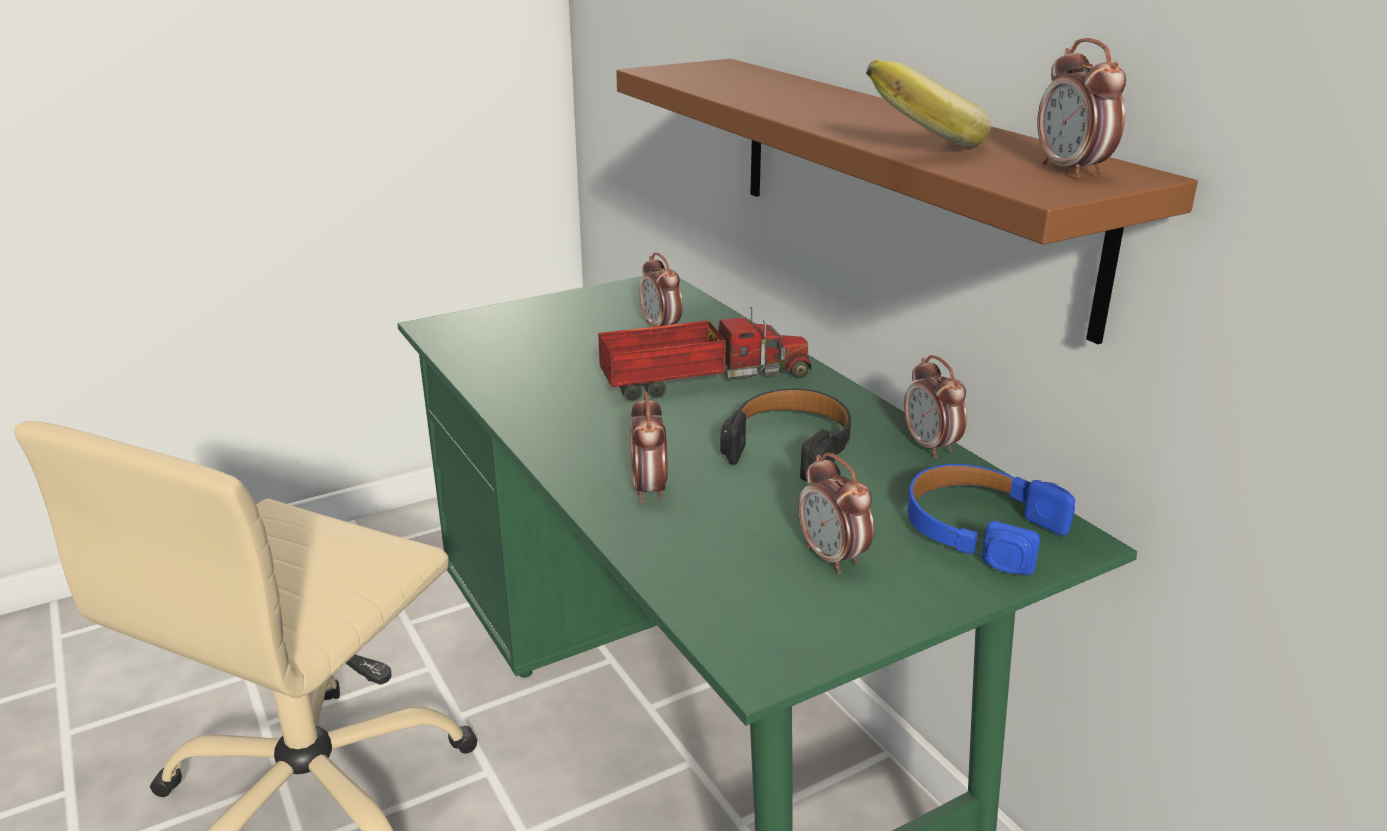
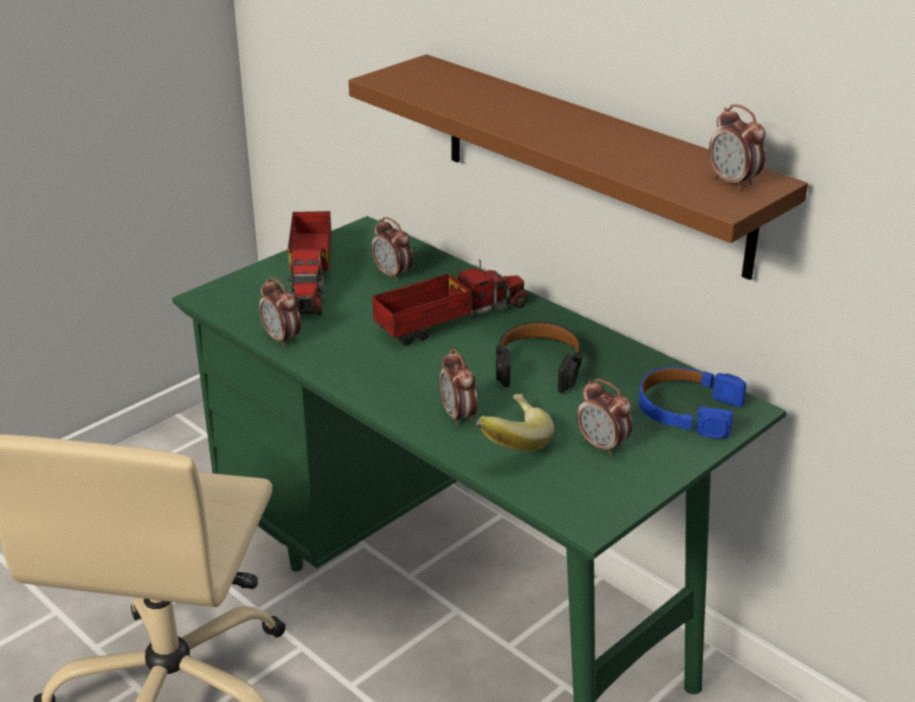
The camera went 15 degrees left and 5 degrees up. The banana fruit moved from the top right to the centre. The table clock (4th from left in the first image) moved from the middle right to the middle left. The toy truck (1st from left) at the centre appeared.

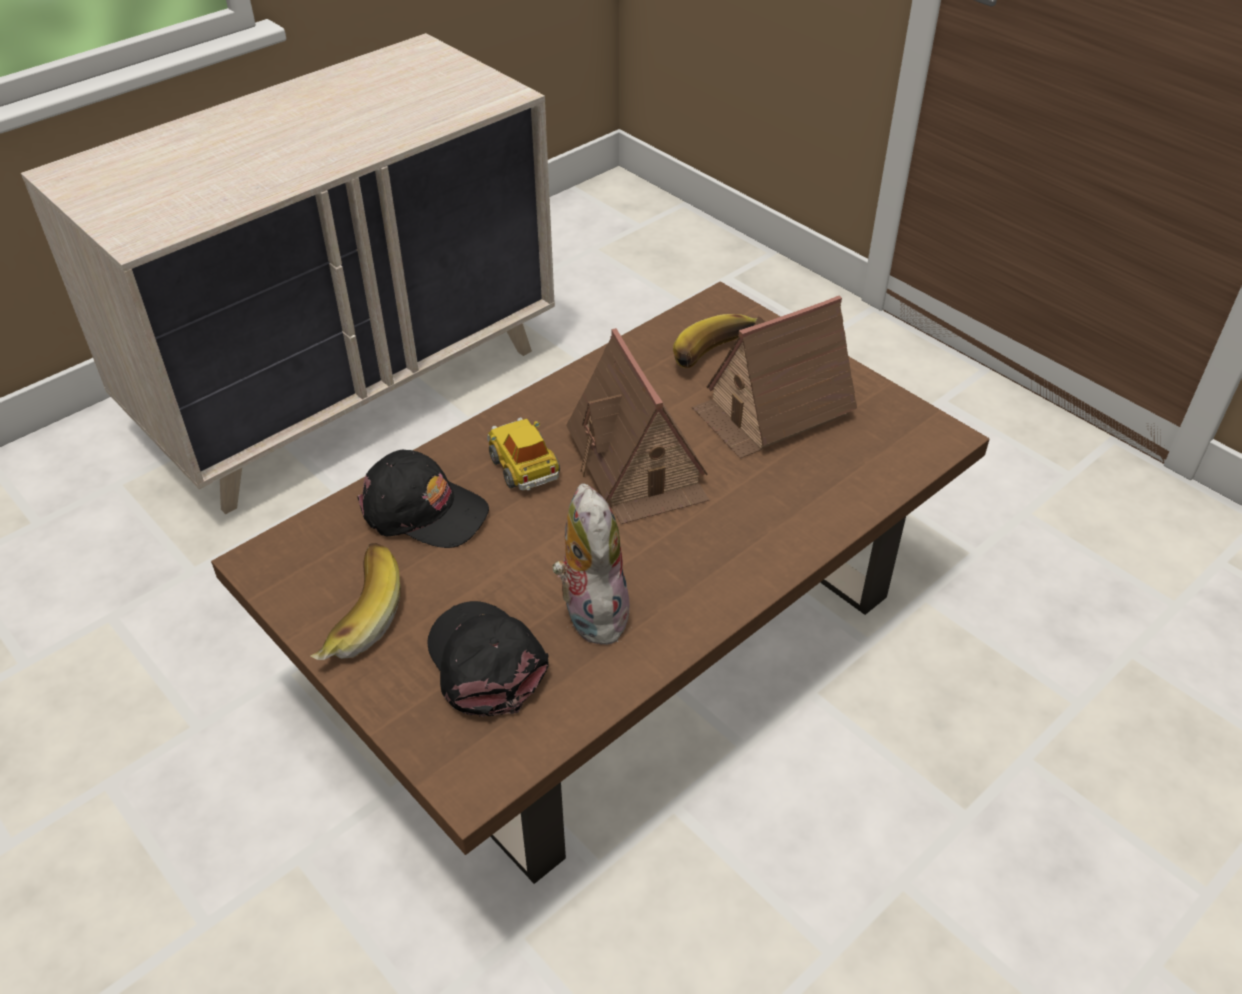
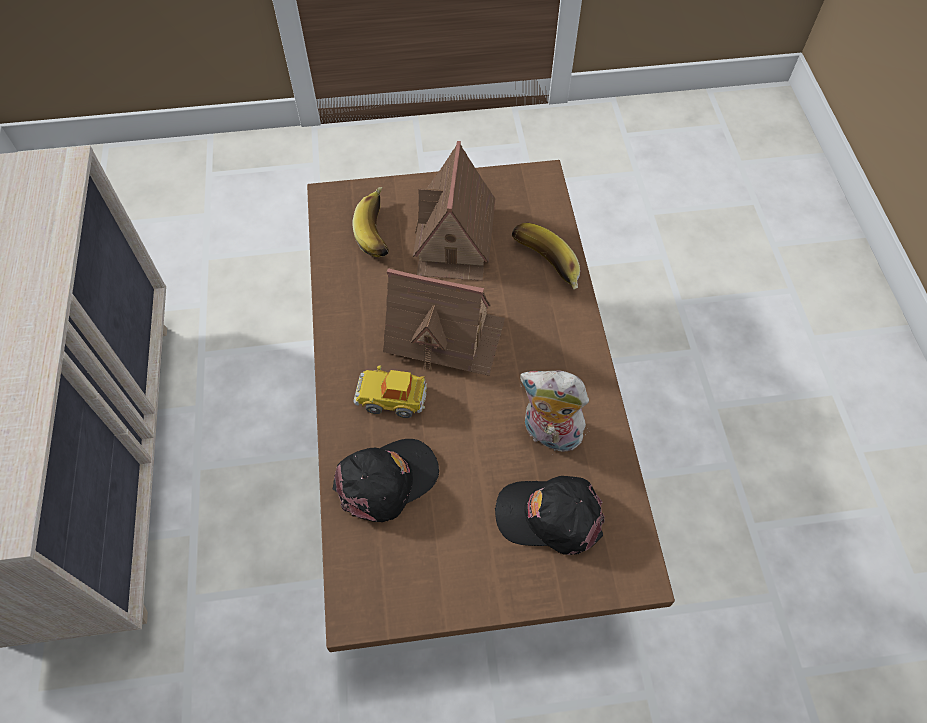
The camera went 55 degrees left and 15 degrees up. The banana fruit (1st from left in the first image) moved from the middle left to the centre.

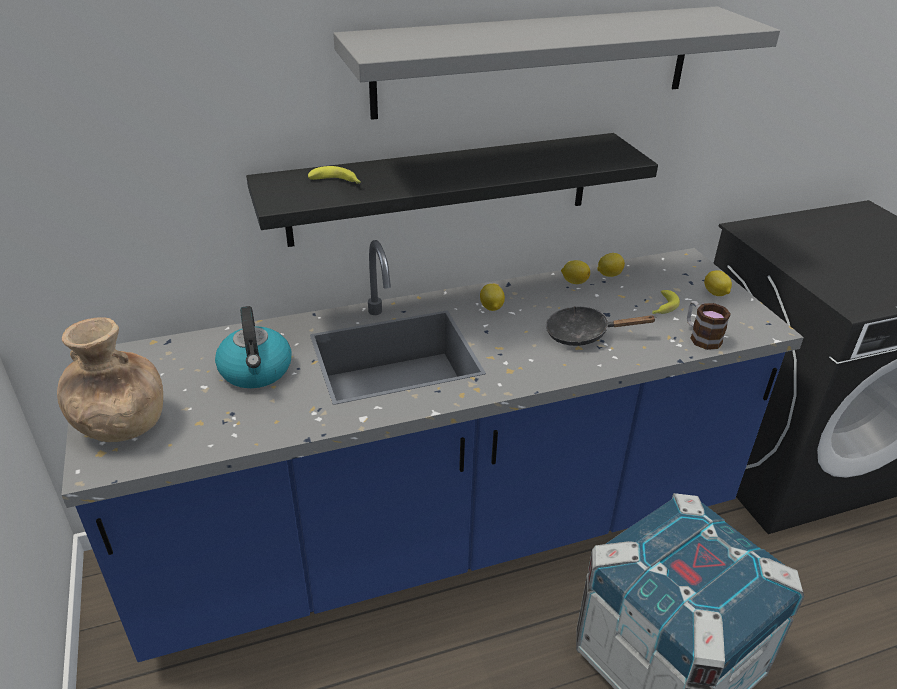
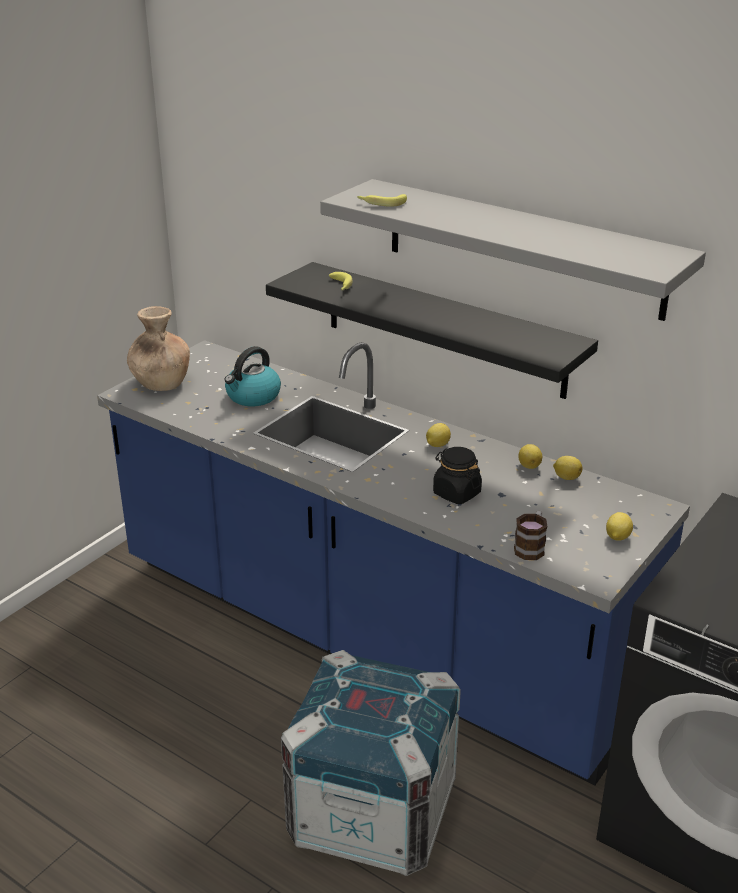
The camera went 55 degrees right and 5 degrees down. The frying pan/black at the middle right was replaced by the preserve jar/black at the centre. The banana fruit (2nd from left) moved from the middle right to the top centre.

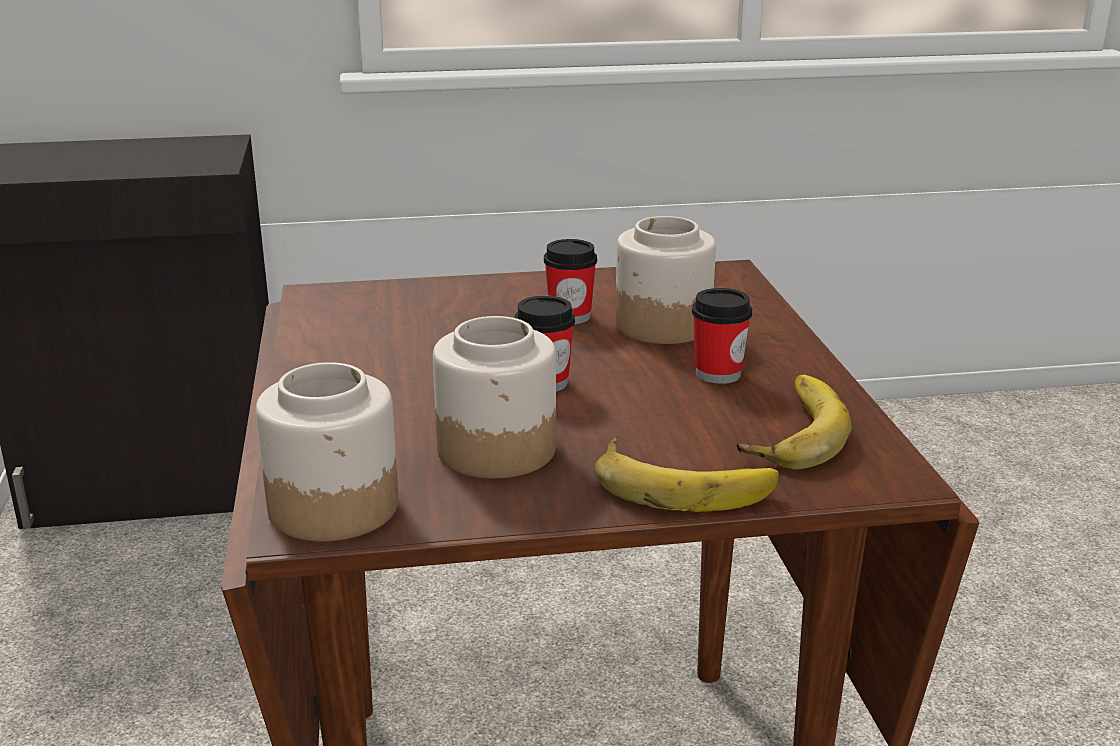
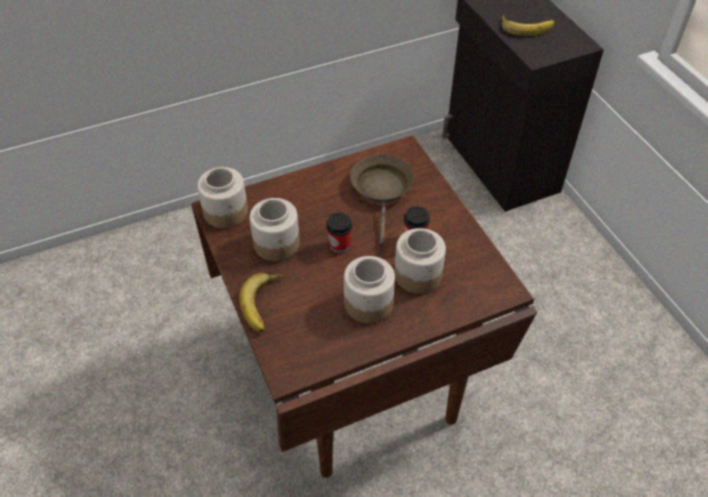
The camera went 75 degrees right and 25 degrees up. The small cup (3rd from left) at the centre was replaced by the preserve jar (3rd from left) at the centre. The banana fruit (2nd from left) moved from the middle right to the top right. The frying pan/brownish at the centre appeared.

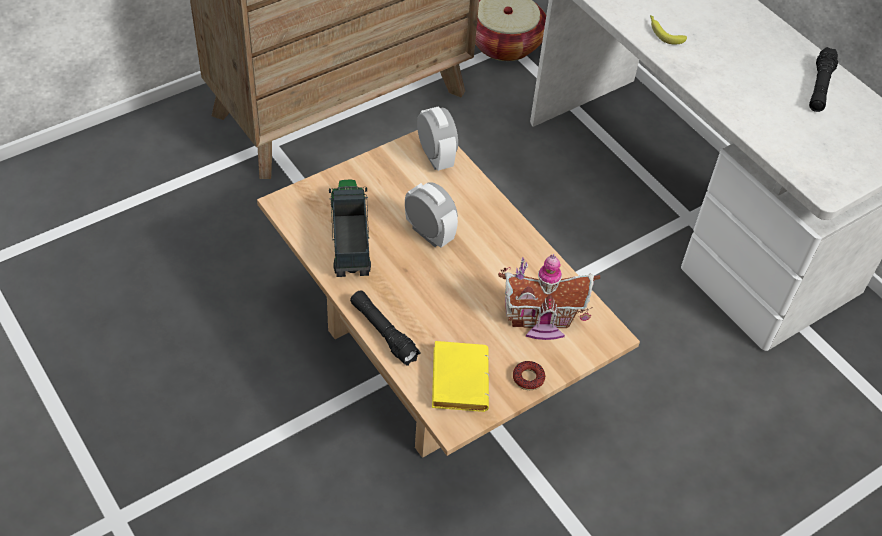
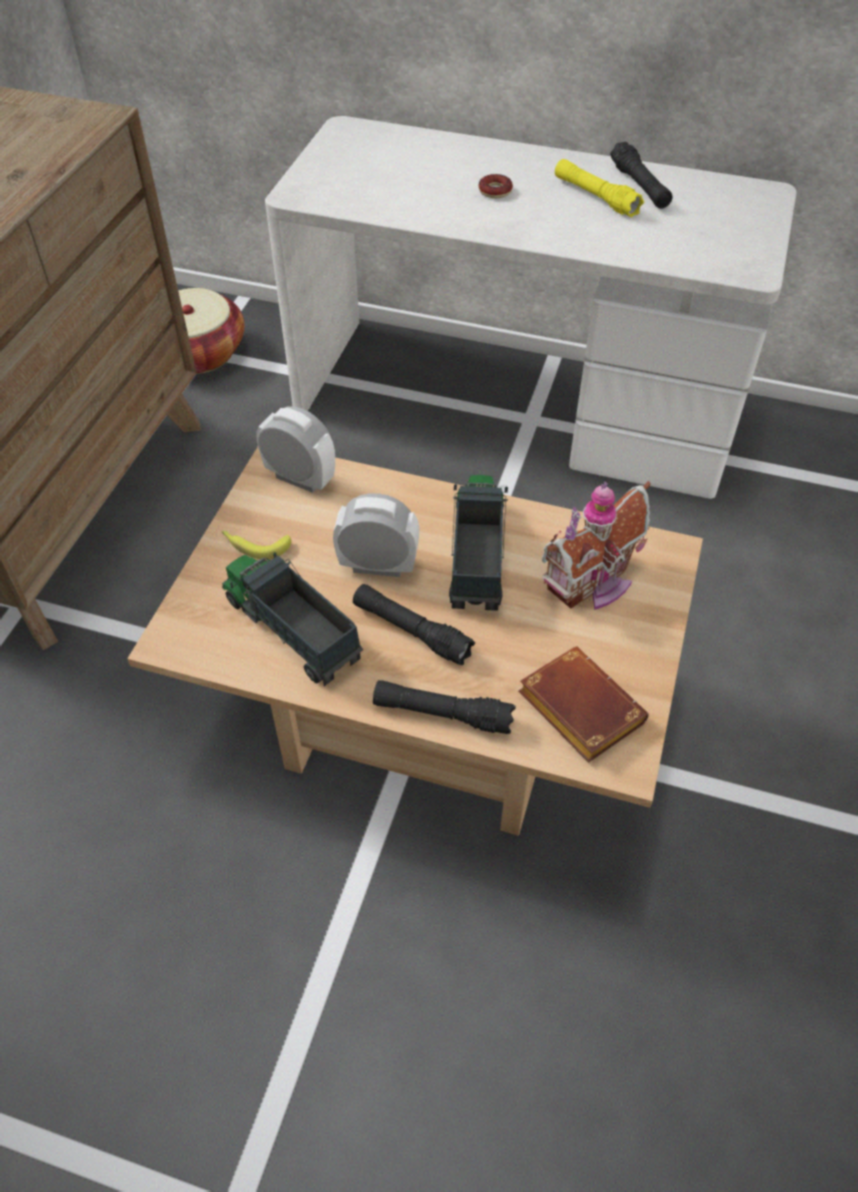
The camera went 35 degrees left and 0 degrees up. The volume/yellowish at the bottom centre became the volume/brownish at the middle right. The doughnut moved from the bottom centre to the top centre. The banana fruit moved from the top right to the middle left. The torch/black (1st from left) at the centre appeared. The toy truck (2nd from left) at the centre appeared. The torch/yellowish at the top right appeared.

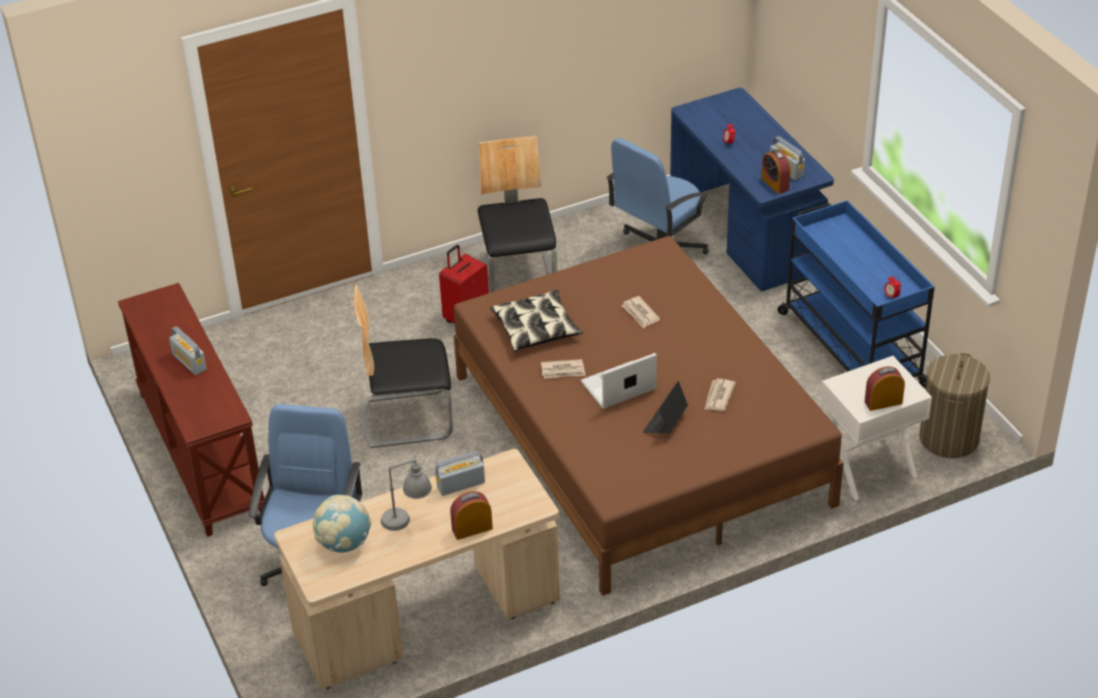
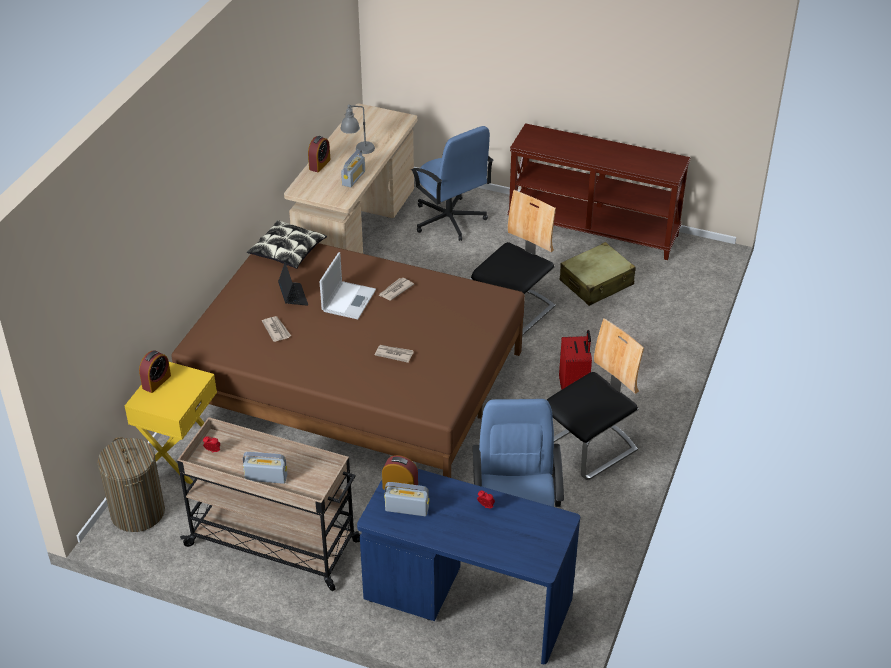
The camera went 135 degrees right and 0 degrees up. The radio (1st from left) moved from the middle left to the bottom left. The world globe at the bottom left disappeared. The upright chair (2nd from left) at the top centre turned 75 degrees counterclockwise. The cushion moved from the centre to the middle left. The trolley/bluish at the middle right became the trolley/beige at the bottom left. The nightstand/white at the middle right became the nightstand/yellowish at the middle left. The suitcase/beige at the middle right appeared.

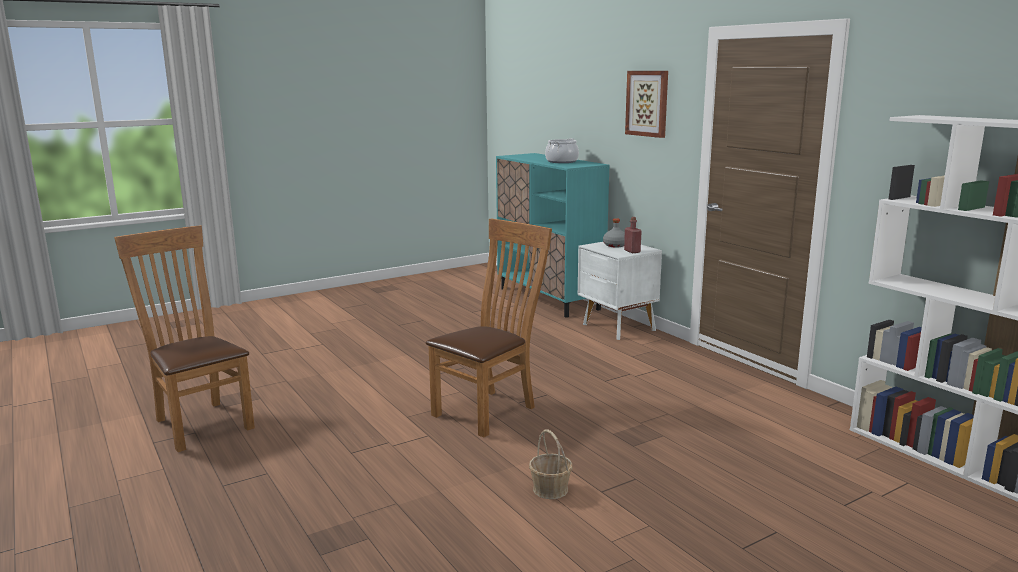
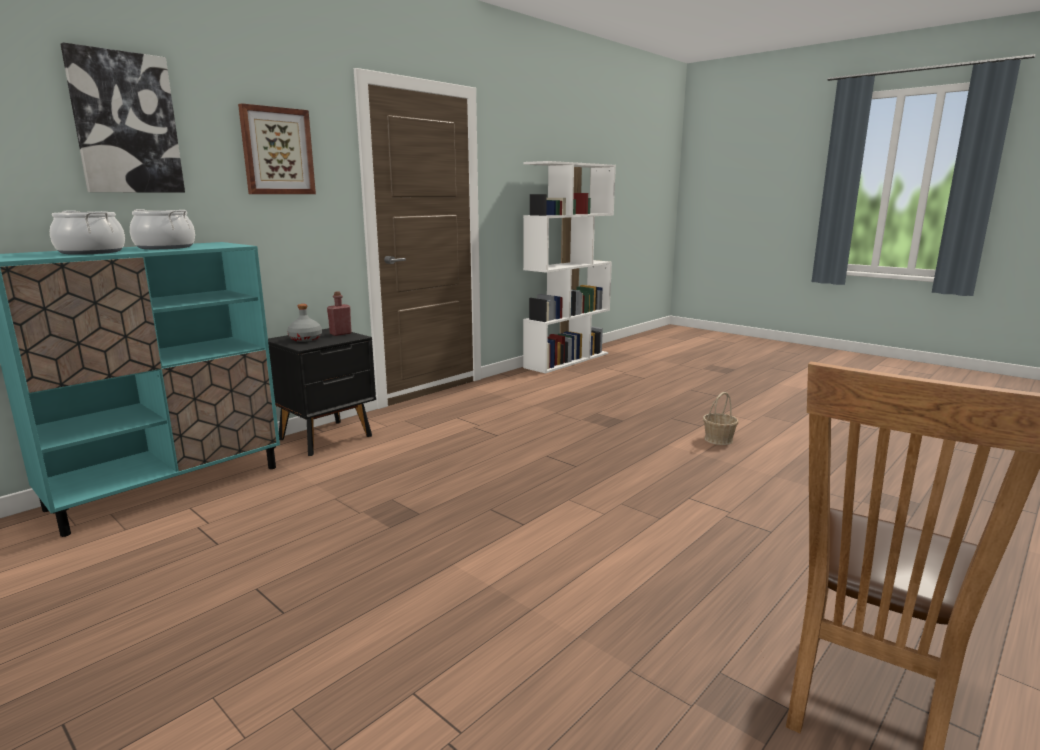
The camera went 105 degrees left and 0 degrees up. The upright chair/brownish (2nd from left) at the centre disappeared. The nightstand/white at the centre became the nightstand/black at the middle left. The stockpot (1st from left) at the top left appeared. The picture (1st from left) at the top left appeared.

